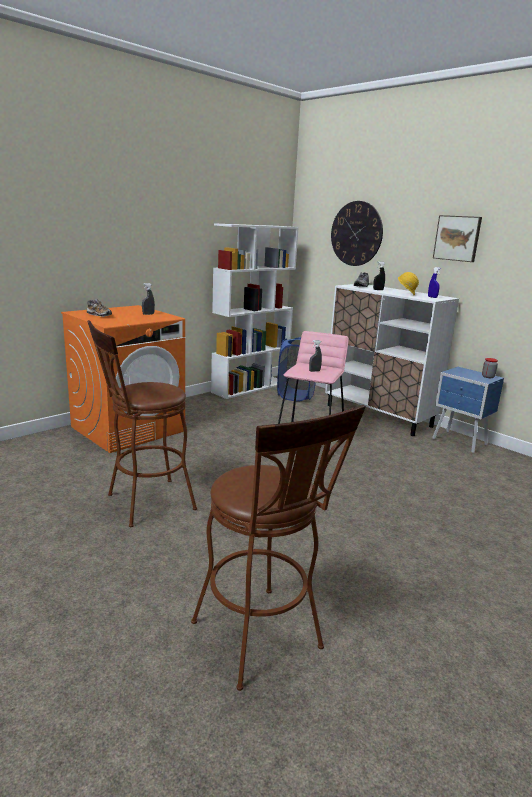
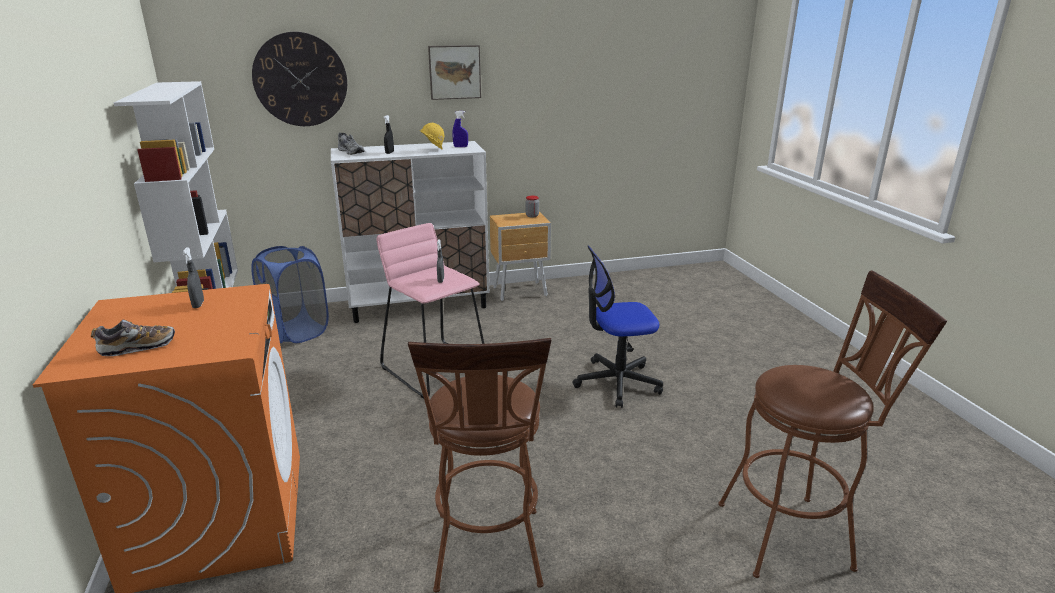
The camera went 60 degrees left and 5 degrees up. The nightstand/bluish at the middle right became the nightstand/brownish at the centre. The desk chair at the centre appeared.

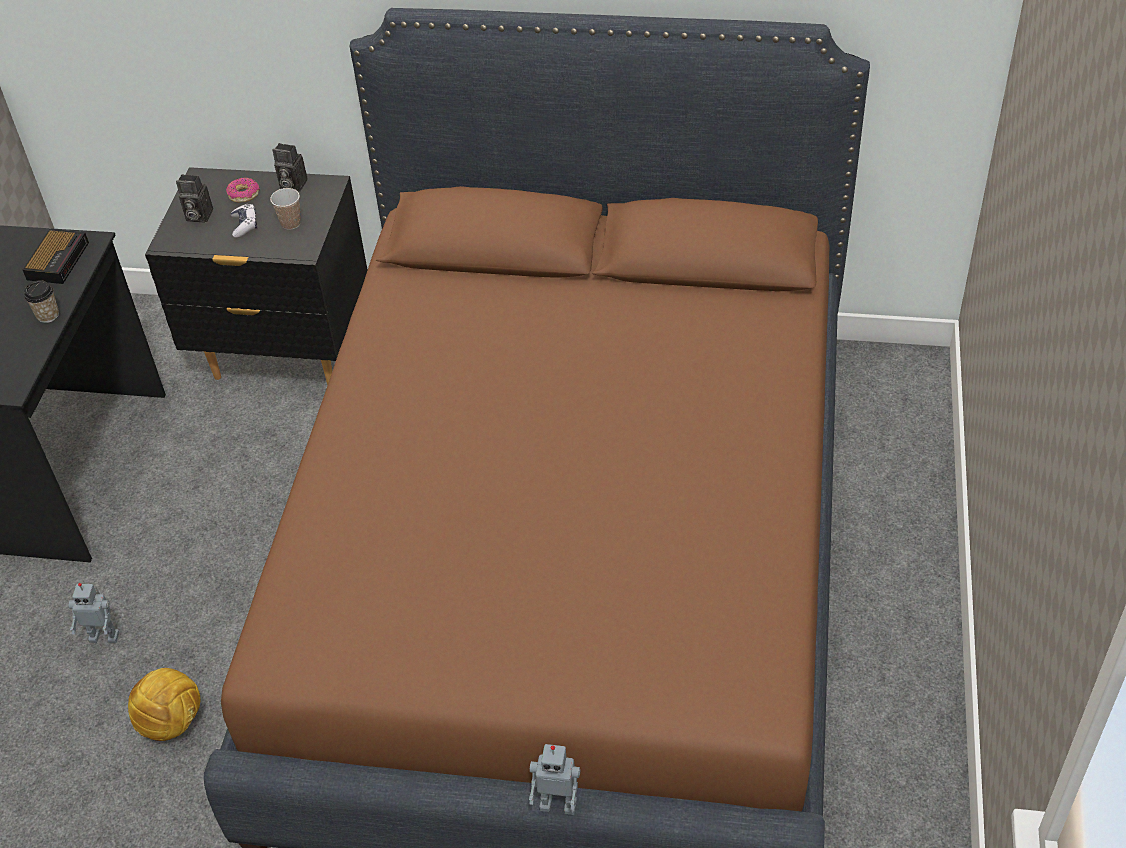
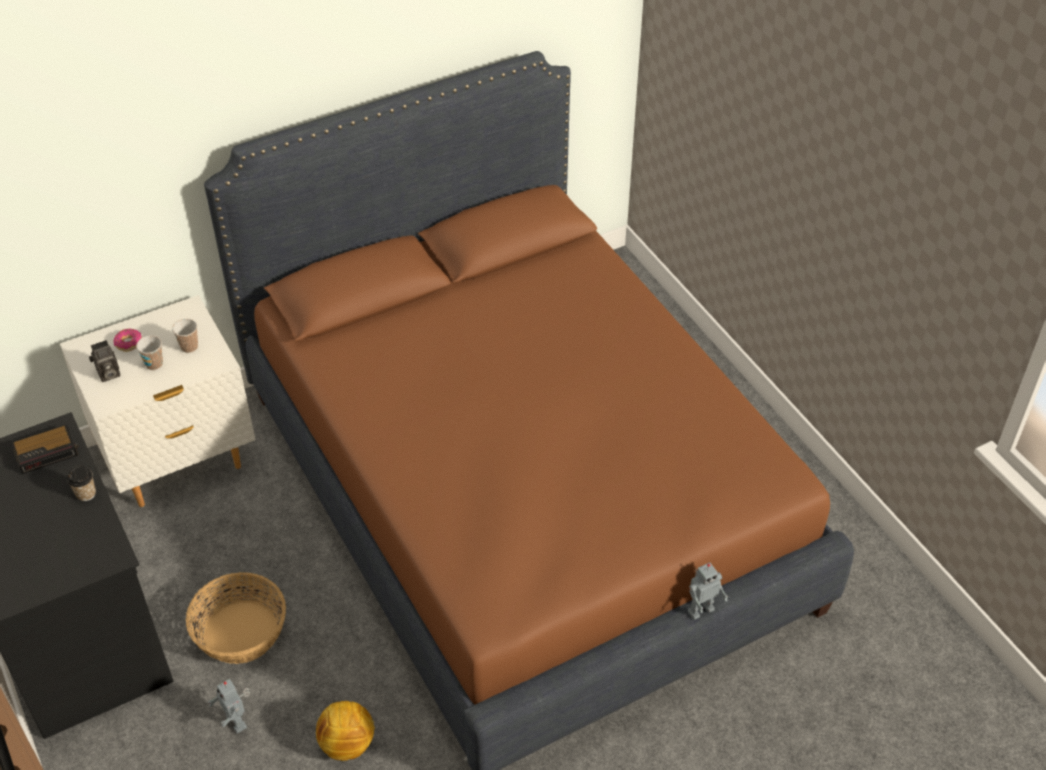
The camera went 40 degrees left and 0 degrees up. The table clock at the top left turned 90 degrees clockwise. The model robot (1st from left) at the bottom left turned 90 degrees clockwise. The nightstand/black at the top left became the nightstand/white at the middle left. The game controller at the top left was replaced by the small cup (2nd from left) at the middle left. The photo camera (2nd from left) at the top left disappeared. The basket at the bottom left appeared.

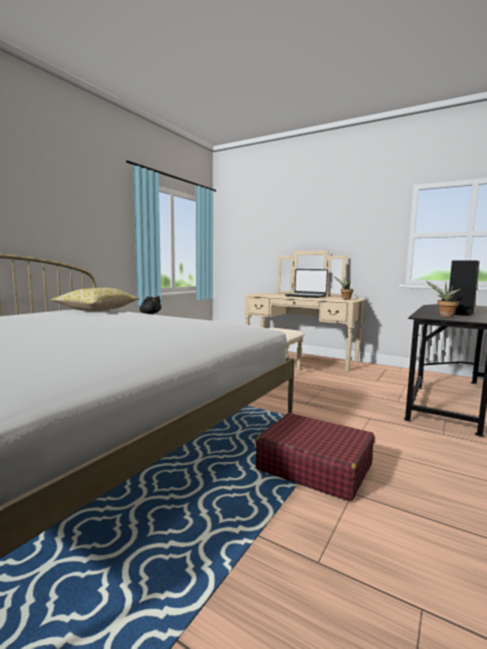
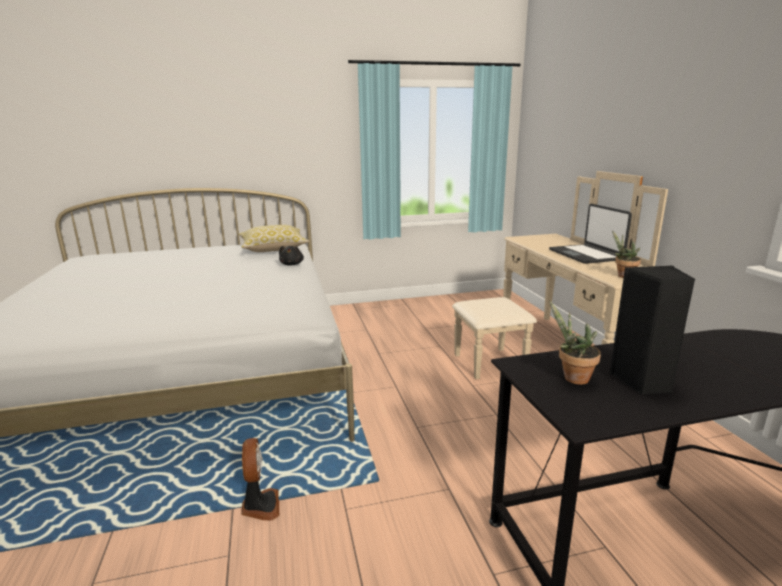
The camera went 45 degrees right and 10 degrees up. The suitcase/red at the bottom centre was replaced by the cooling fan at the bottom left.

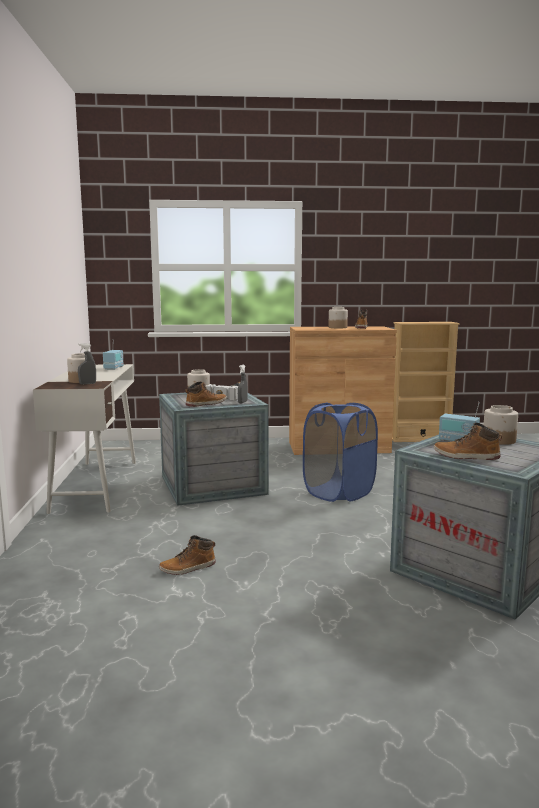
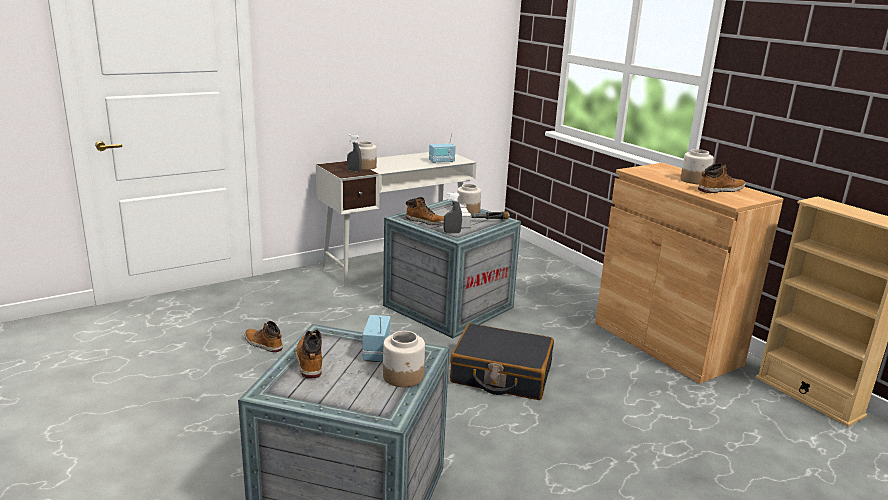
The camera went 60 degrees right and 10 degrees up. The washing basket/bluish at the centre was replaced by the suitcase/black at the bottom centre.

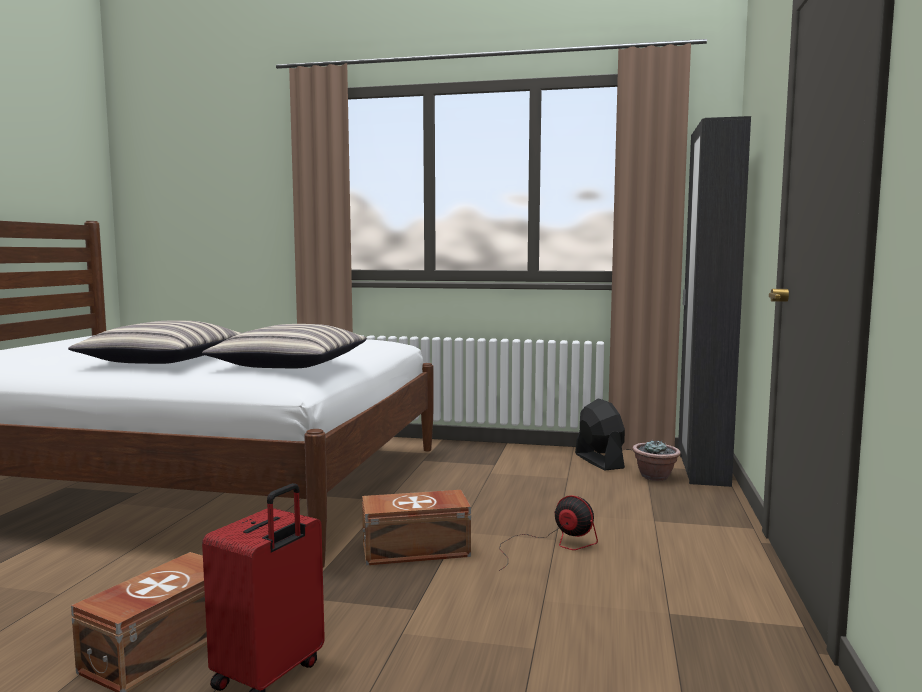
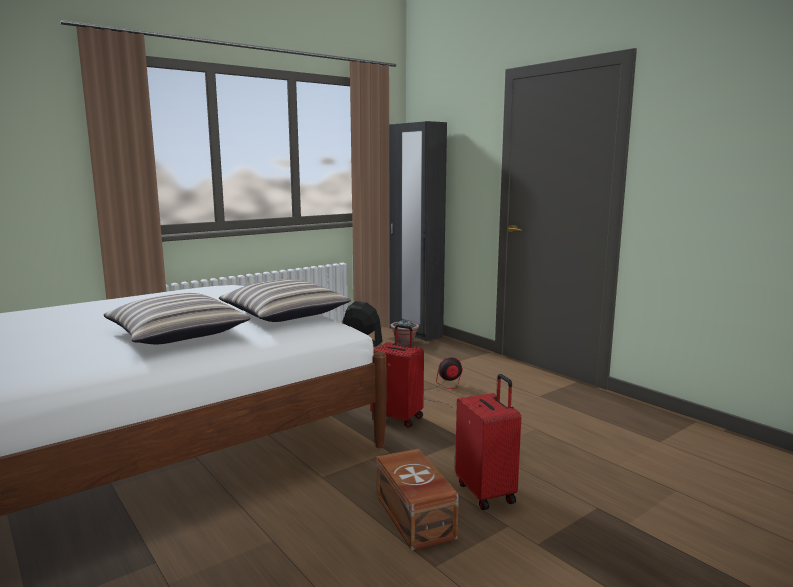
The camera went 50 degrees left and 5 degrees up. The storage bin/brownish (2nd from left) at the bottom centre was replaced by the suitcase/red (1st from left) at the centre.

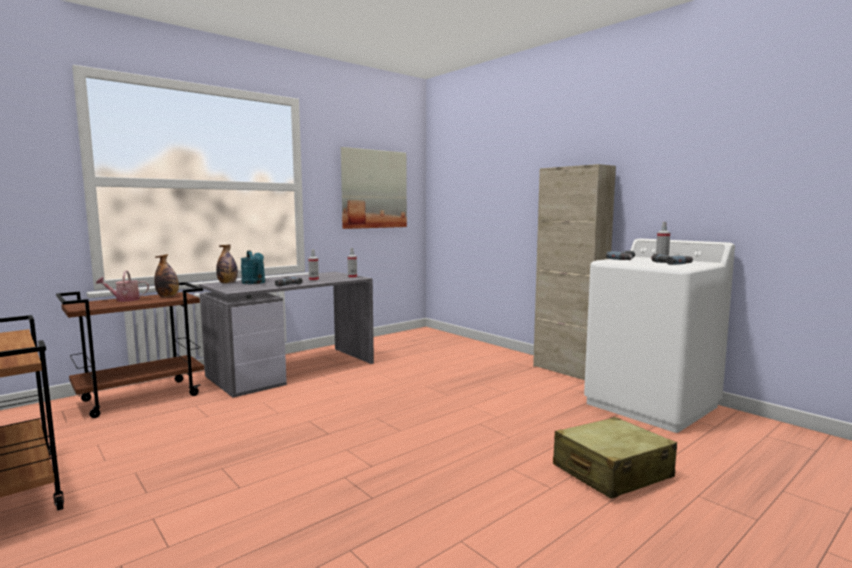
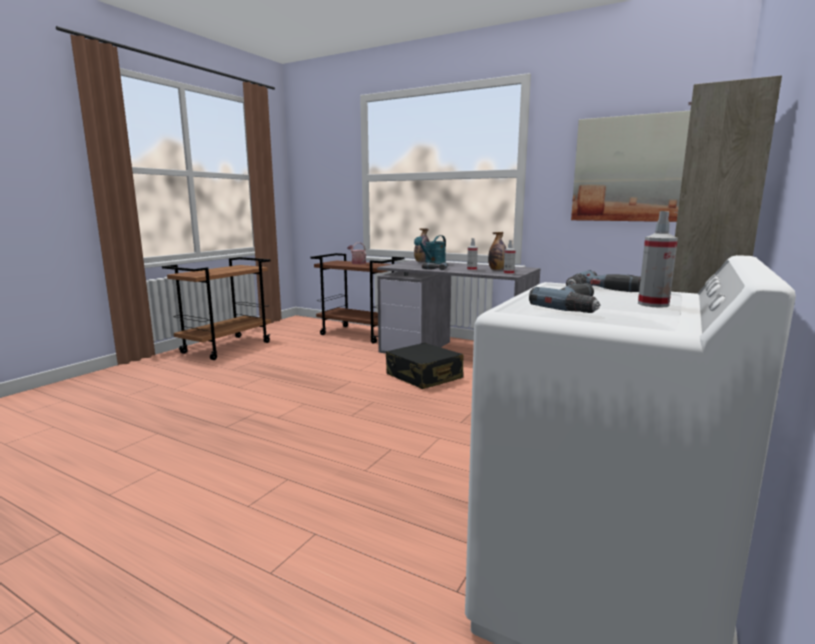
The camera went 70 degrees right and 5 degrees up. The drink bottle (1st from left in the first image) moved from the middle left to the centre. The suitcase/beige at the bottom right disappeared. The suitcase/black at the centre appeared.

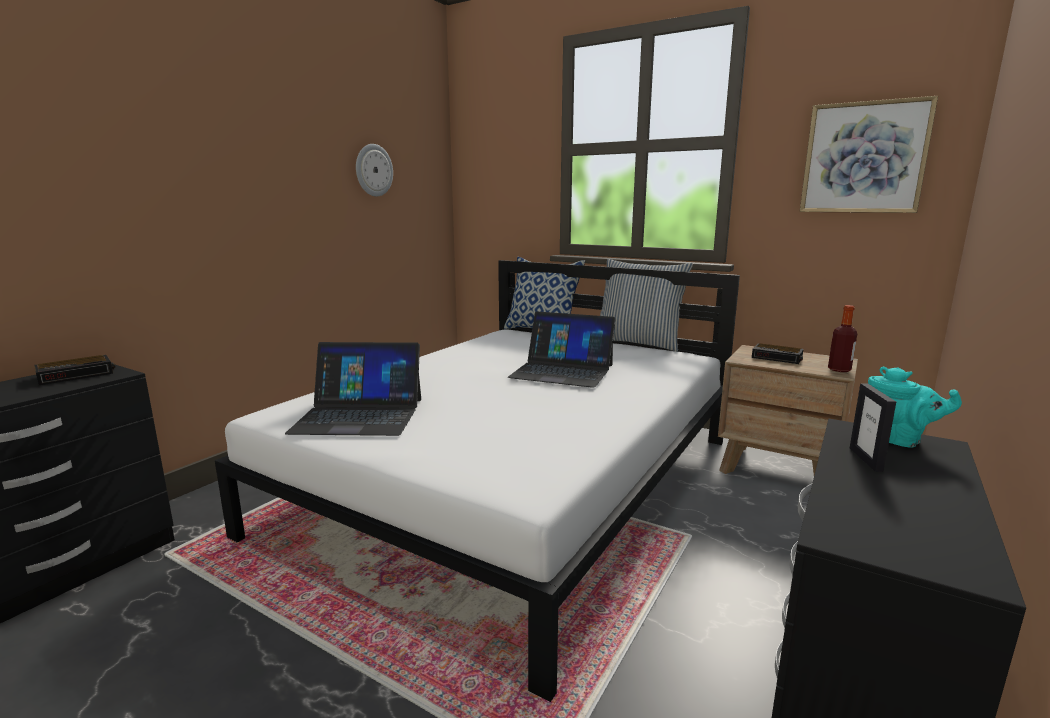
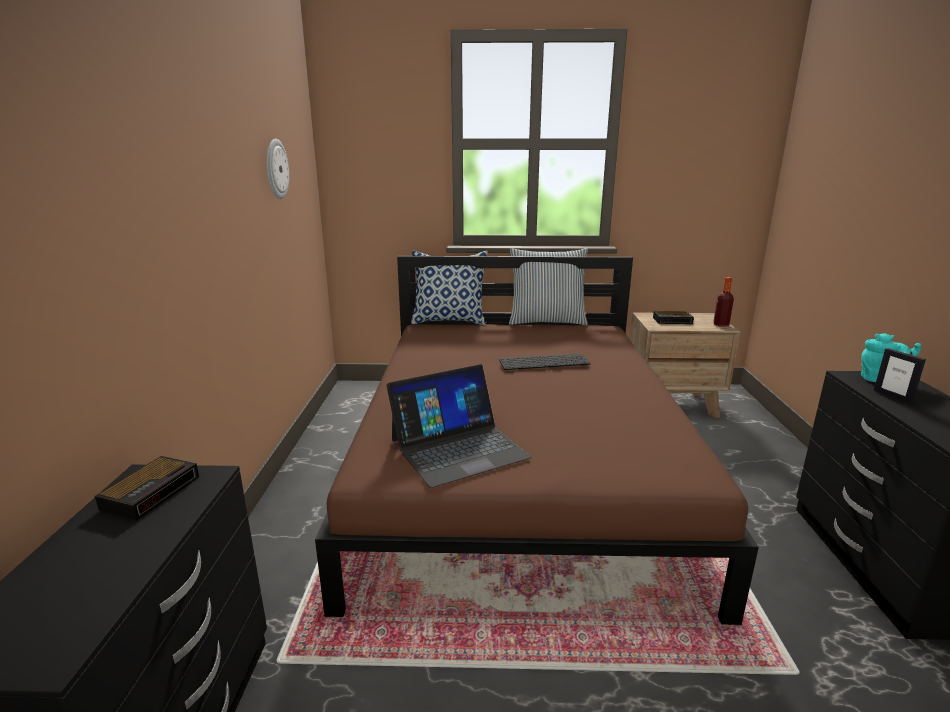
The camera went 30 degrees left and 5 degrees up. The sleeping bed/white at the bottom centre became the sleeping bed/brownish at the centre. The notebook computer (2nd from left) at the centre was replaced by the keyboard at the centre. The picture at the top right disappeared.

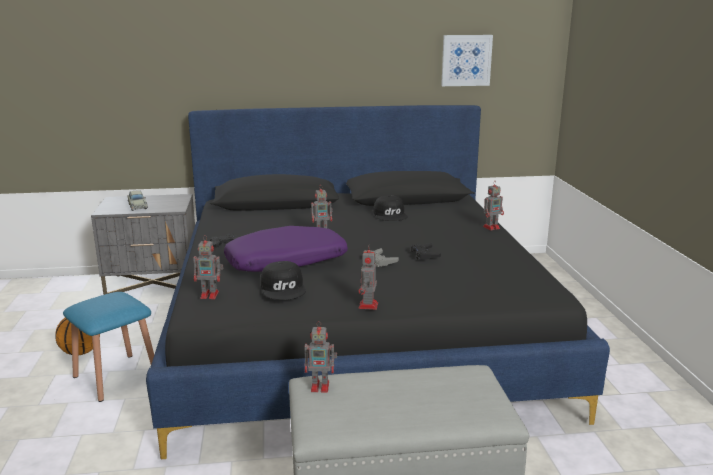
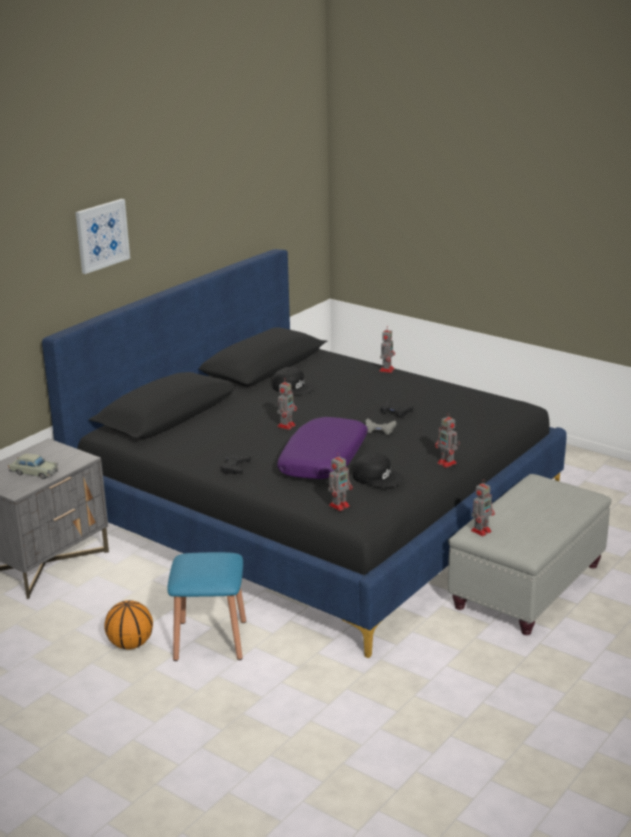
The camera went 45 degrees left and 5 degrees up. The picture moved from the top centre to the top left.

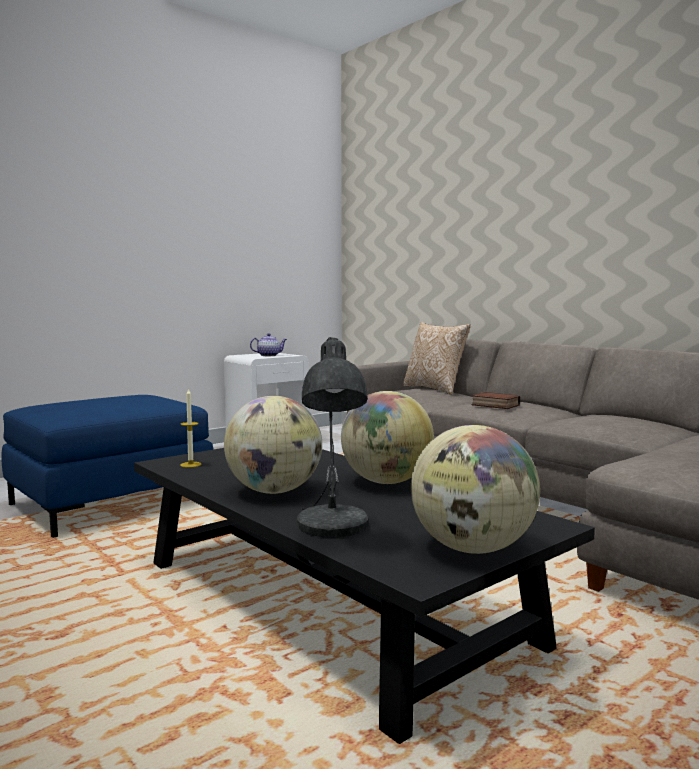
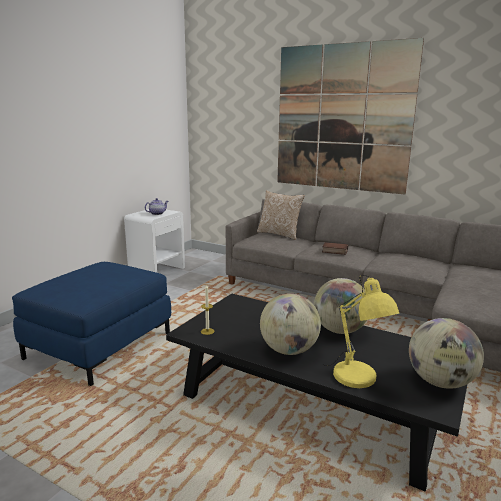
The camera went 20 degrees left and 10 degrees up. The tabletop lamp/greyish at the centre became the tabletop lamp/yellowish at the middle right. The picture at the top right appeared.

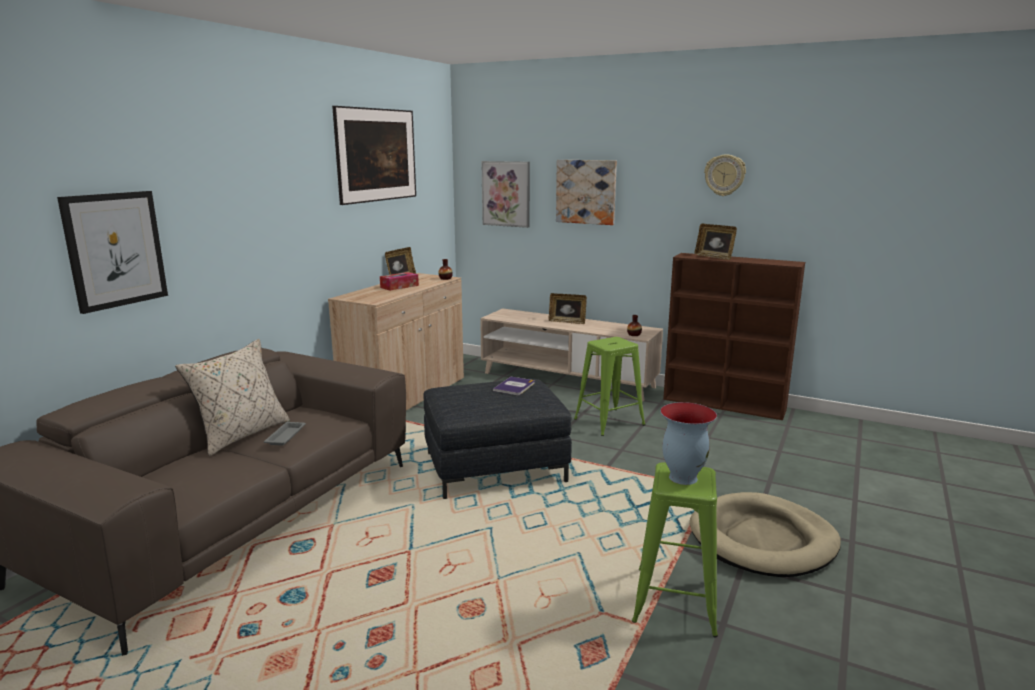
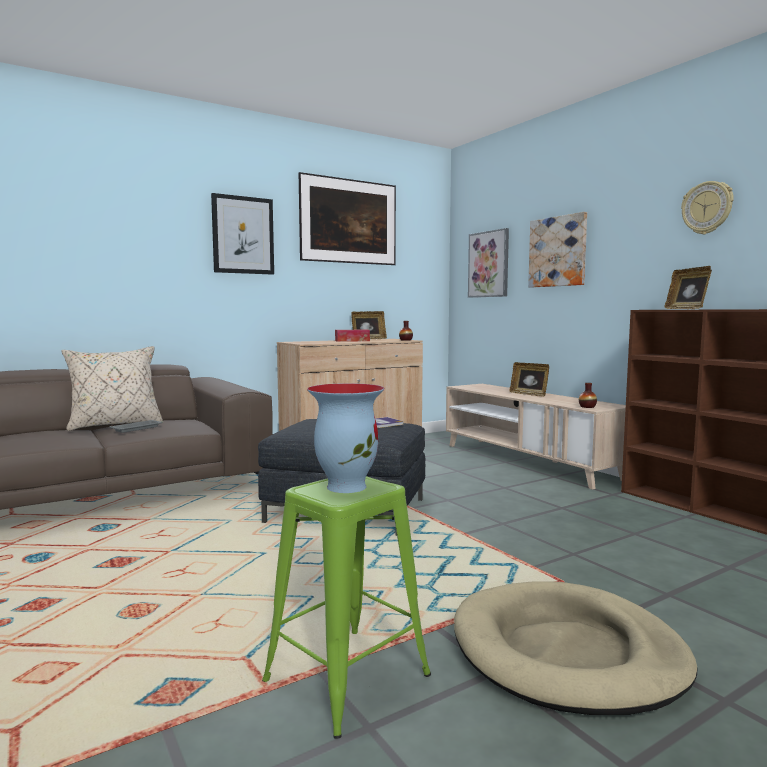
The camera went 30 degrees right and 10 degrees down. The picture (1st from left) moved from the middle left to the top left. The stool seat/green (1st from left) at the centre disappeared.

